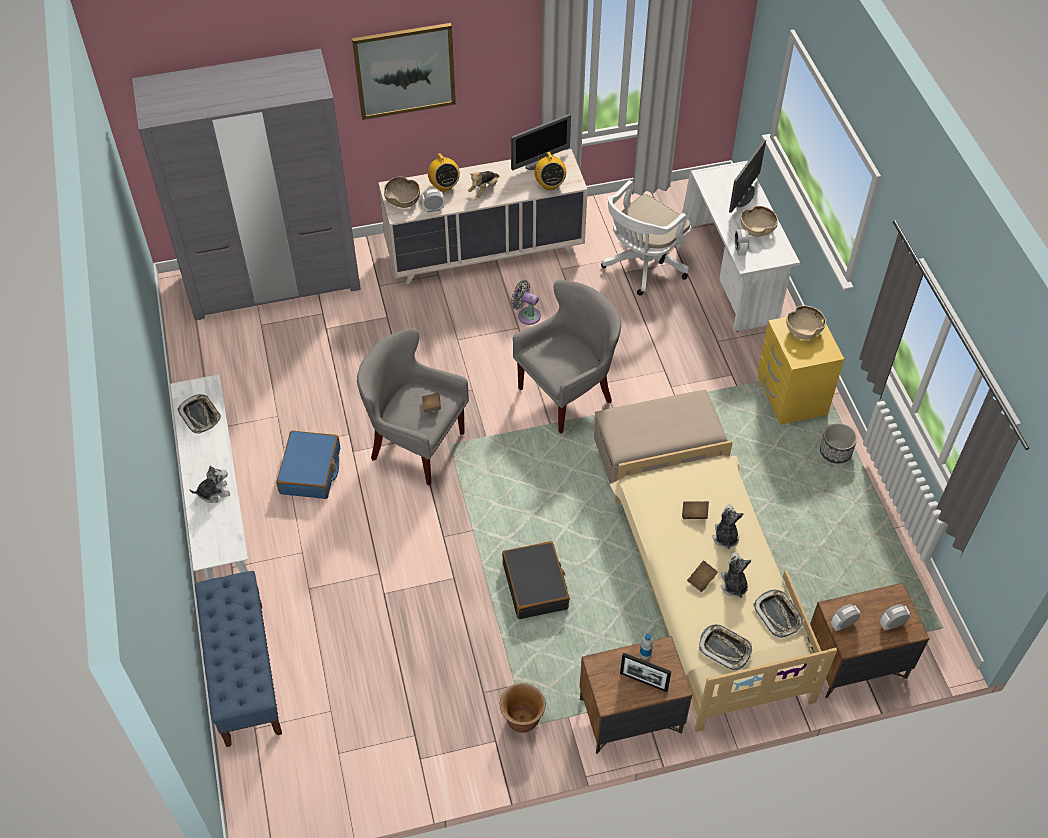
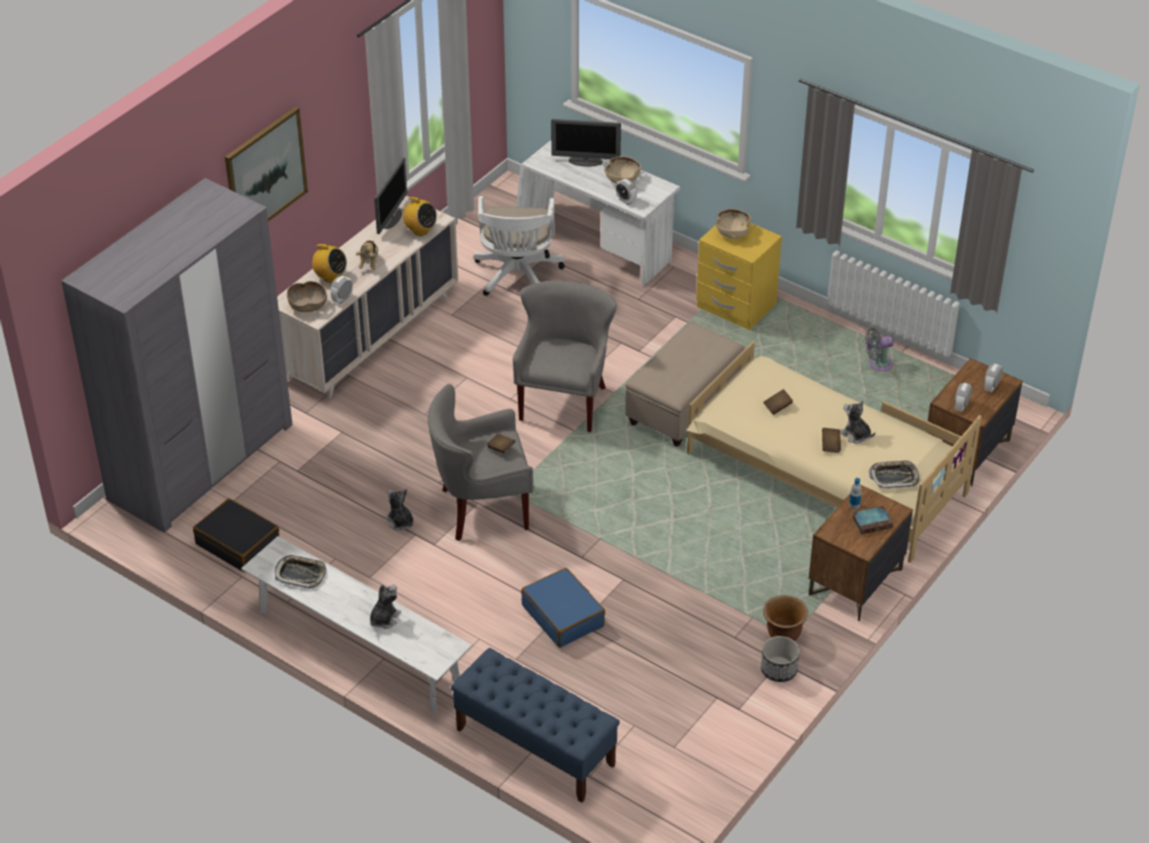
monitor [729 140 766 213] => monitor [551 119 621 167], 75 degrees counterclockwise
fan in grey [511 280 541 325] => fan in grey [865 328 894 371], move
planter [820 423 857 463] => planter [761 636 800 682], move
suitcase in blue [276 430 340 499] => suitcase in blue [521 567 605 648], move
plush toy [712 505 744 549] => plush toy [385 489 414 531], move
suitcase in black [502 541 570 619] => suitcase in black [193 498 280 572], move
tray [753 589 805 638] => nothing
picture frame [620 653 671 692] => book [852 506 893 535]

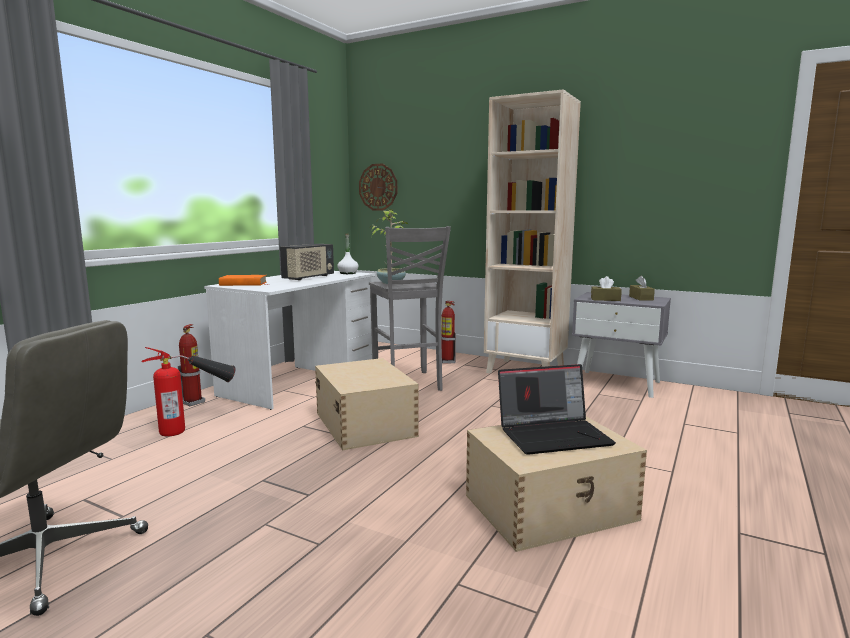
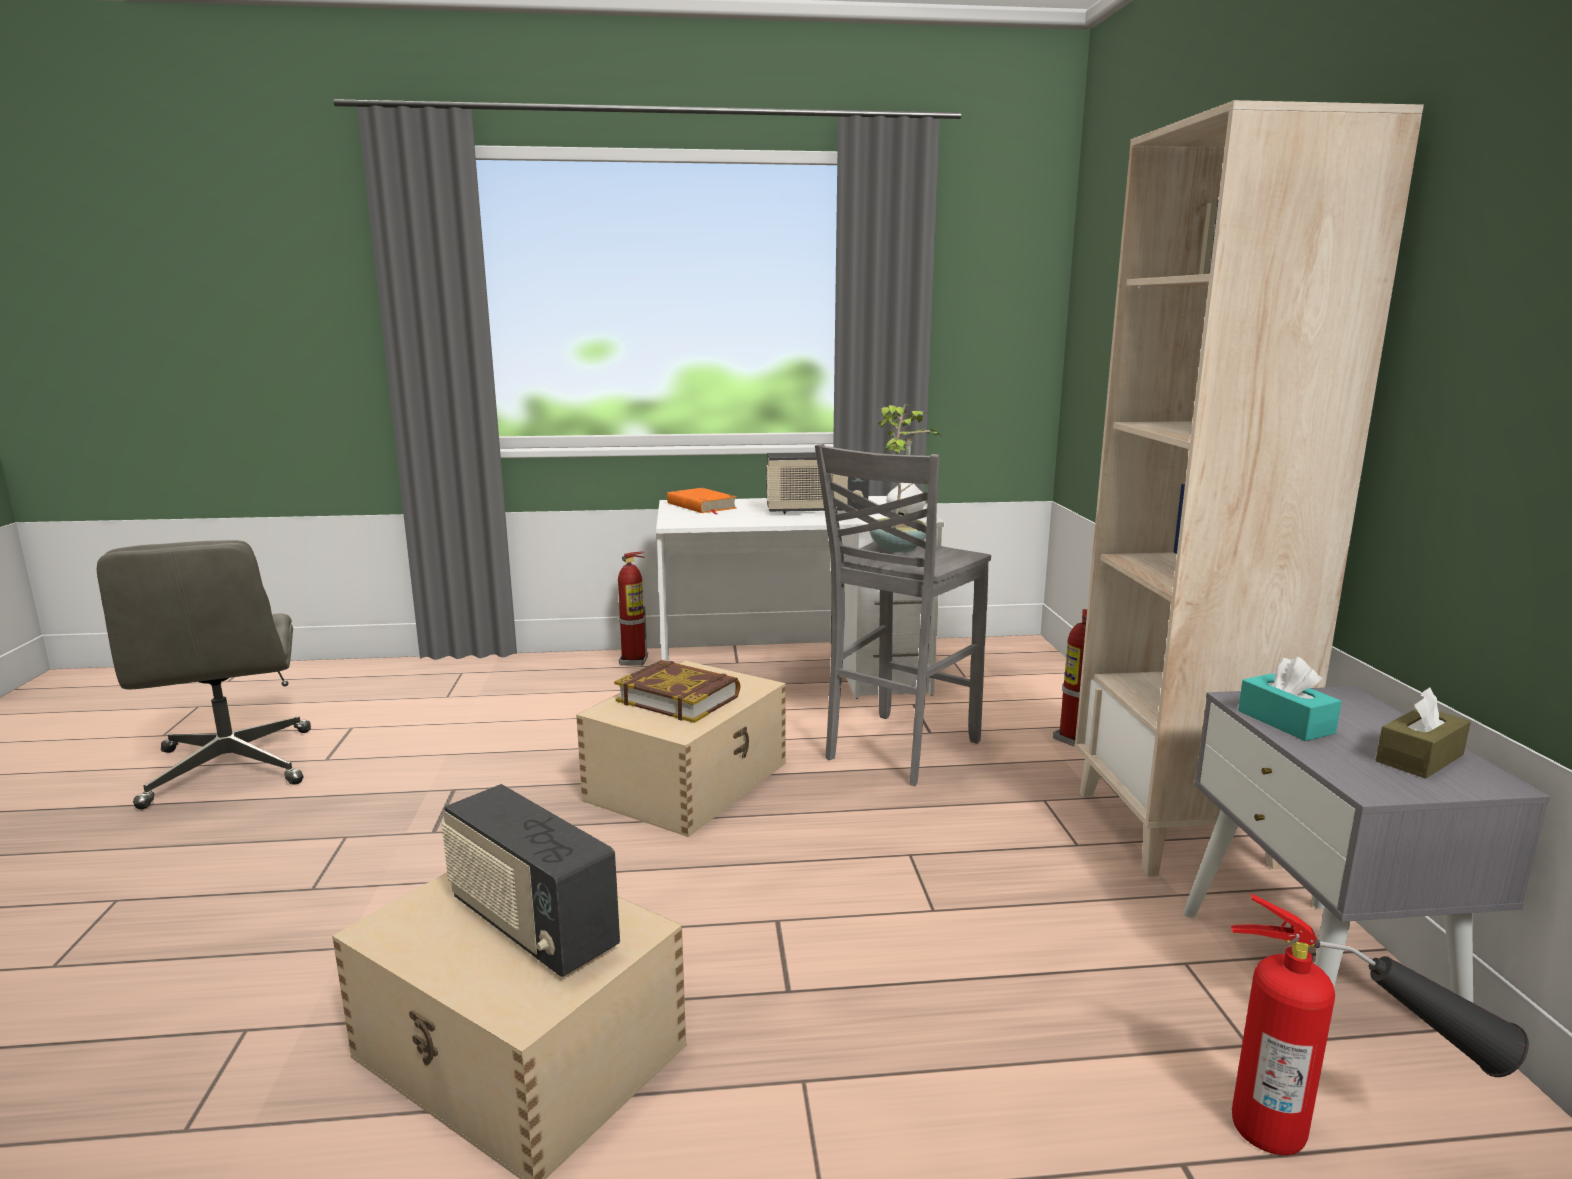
wall clock [359 164 397 211] => nothing
tissue box in brown [591 276 622 301] => tissue box in turquoise [1238 657 1342 741]
fire extinguisher [141 347 236 436] => fire extinguisher [1231 894 1529 1155], move
laptop [498 364 616 455] => radio [442 784 620 977]
nothing => book [614 660 740 723]

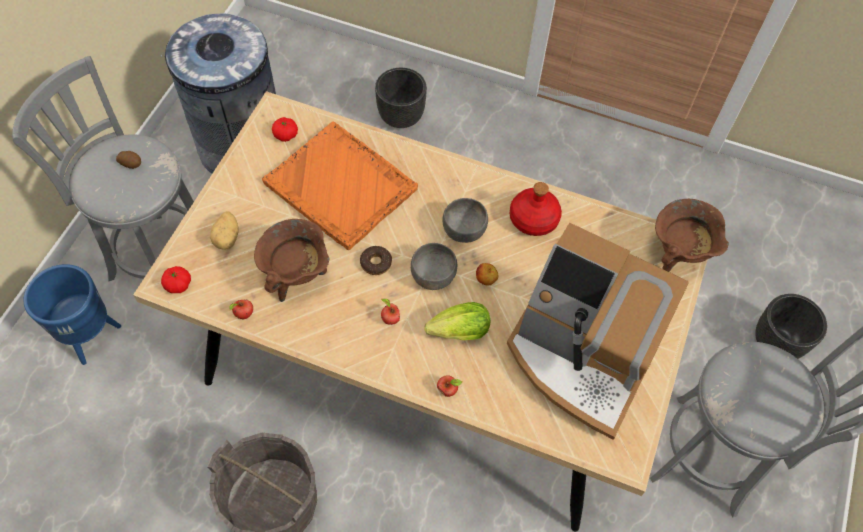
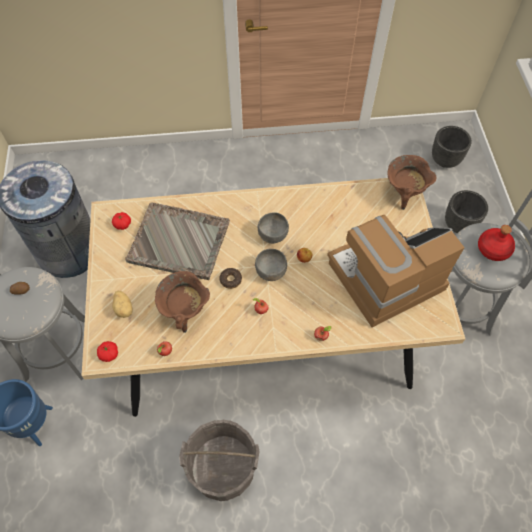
planter in black [375 68 427 128] => planter in black [432 126 472 168], move
tray in orange [262 122 418 250] => tray in grey [125 202 230 280]
bottle in red [510 182 562 236] => bottle in red [478 225 515 261], move
coffee machine [507 223 689 440] => coffee machine [327 215 465 327], 150 degrees clockwise
lettuce [424 302 490 340] => nothing

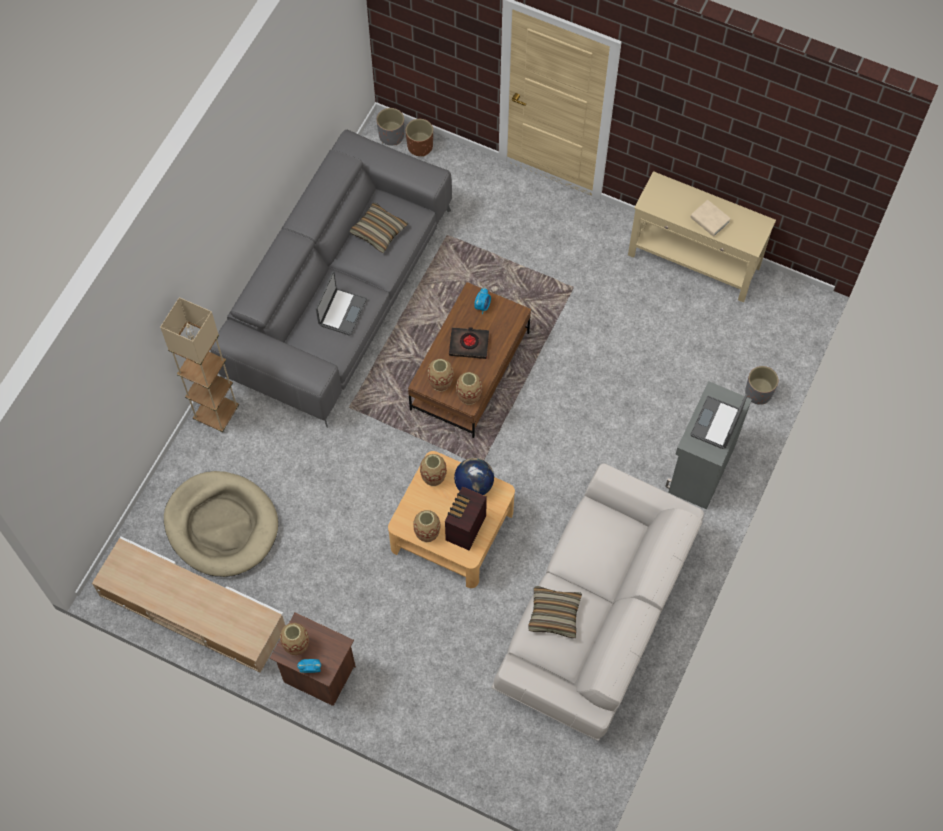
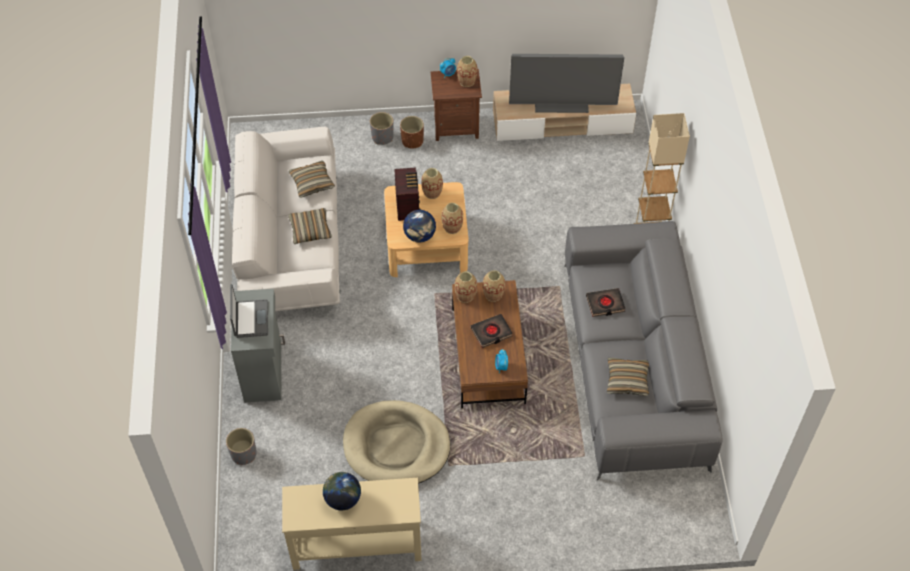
planter in grey [377 108 404 145] => planter in grey [370 112 394 145], move
planter in brown [406 119 433 157] => planter in brown [400 116 424 148], move
book in beige [690 200 731 237] => globe [323 472 361 510]
laptop [316 271 367 336] => book in black [586 288 625 317]
dog bed in beige [164 471 278 577] => dog bed in beige [343 400 450 484], move
nothing => television [509 54 624 113]
nothing => pillow [288 208 332 244]

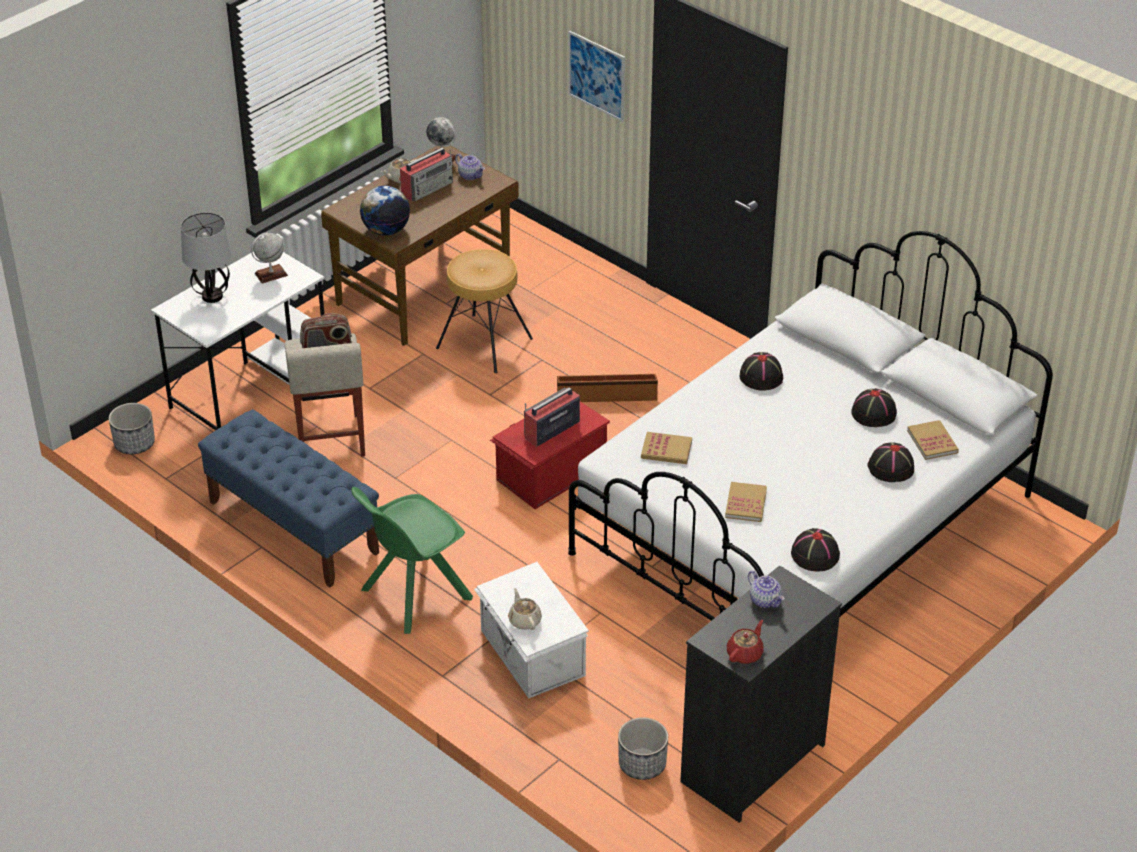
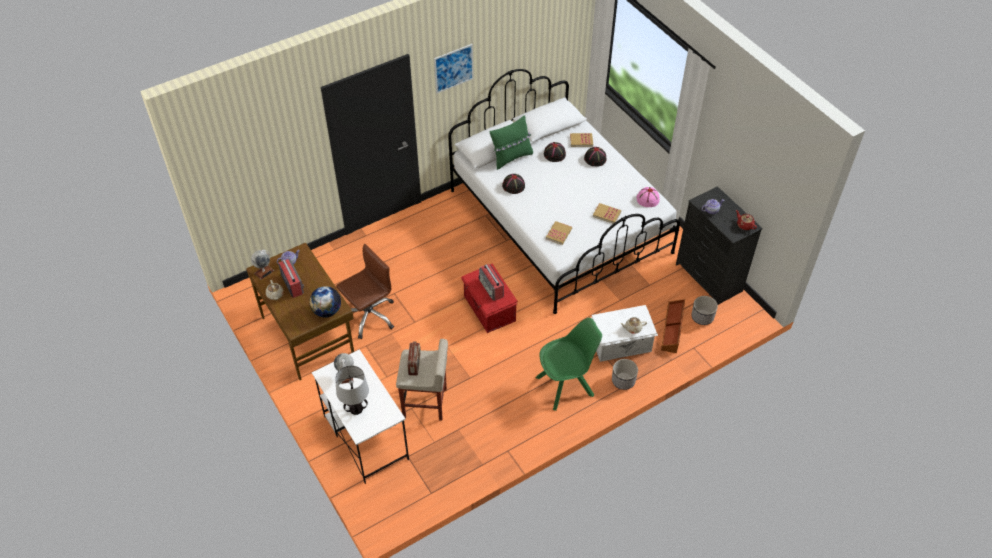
picture [568 31 625 122] => picture [434 44 473 94], move
stool in brown [436 249 533 373] => office chair in brown [336 244 394 339]
storage box in brown [557 374 658 402] => storage box in brown [661 299 685 353], move
planter [109 403 155 454] => planter [612 359 638 390], move
bench in blue [198 409 379 588] => nothing
chair in green [351 487 473 634] => chair in green [536 318 602 411], 90 degrees counterclockwise
hat in black [791 528 840 571] => hat in pink [636 187 660 207]
nothing => pillow in green [490 115 533 170]

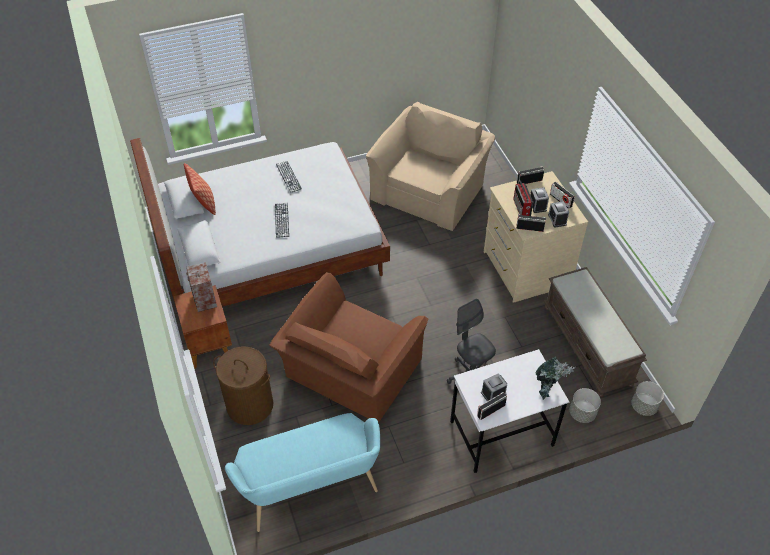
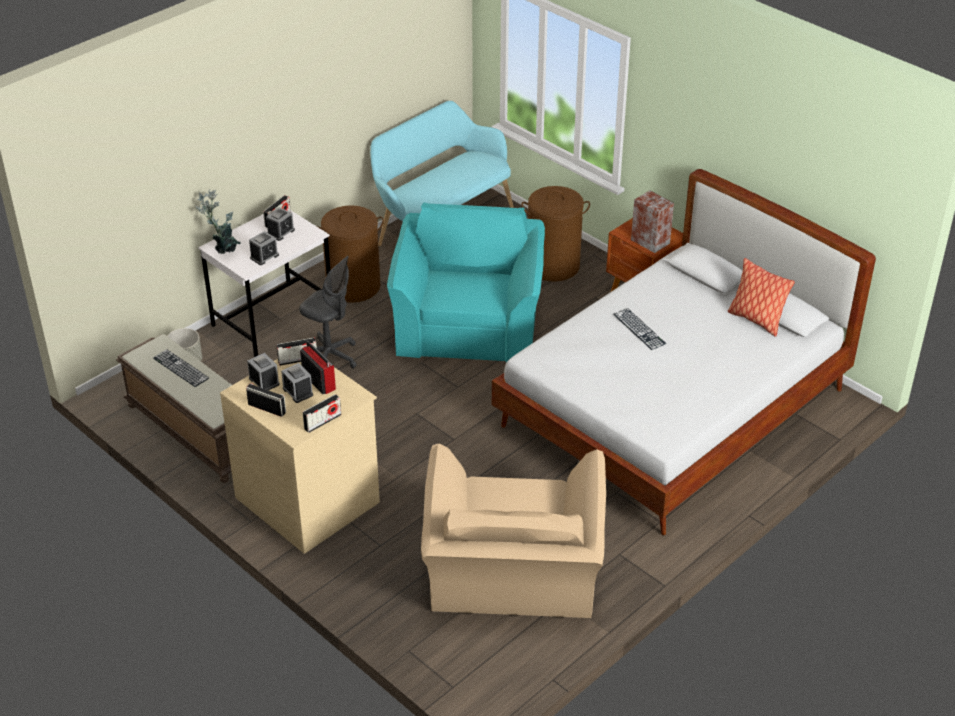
keyboard [276 161 302 193] => keyboard [153 349 209 387], move
armchair in brown [269 272 428 422] => armchair in turquoise [387 203 545 363]
planter in grey [632 381 664 416] => nothing
nothing => laundry basket in brown [317 205 384 303]
nothing => alarm clock [249 231 279 265]

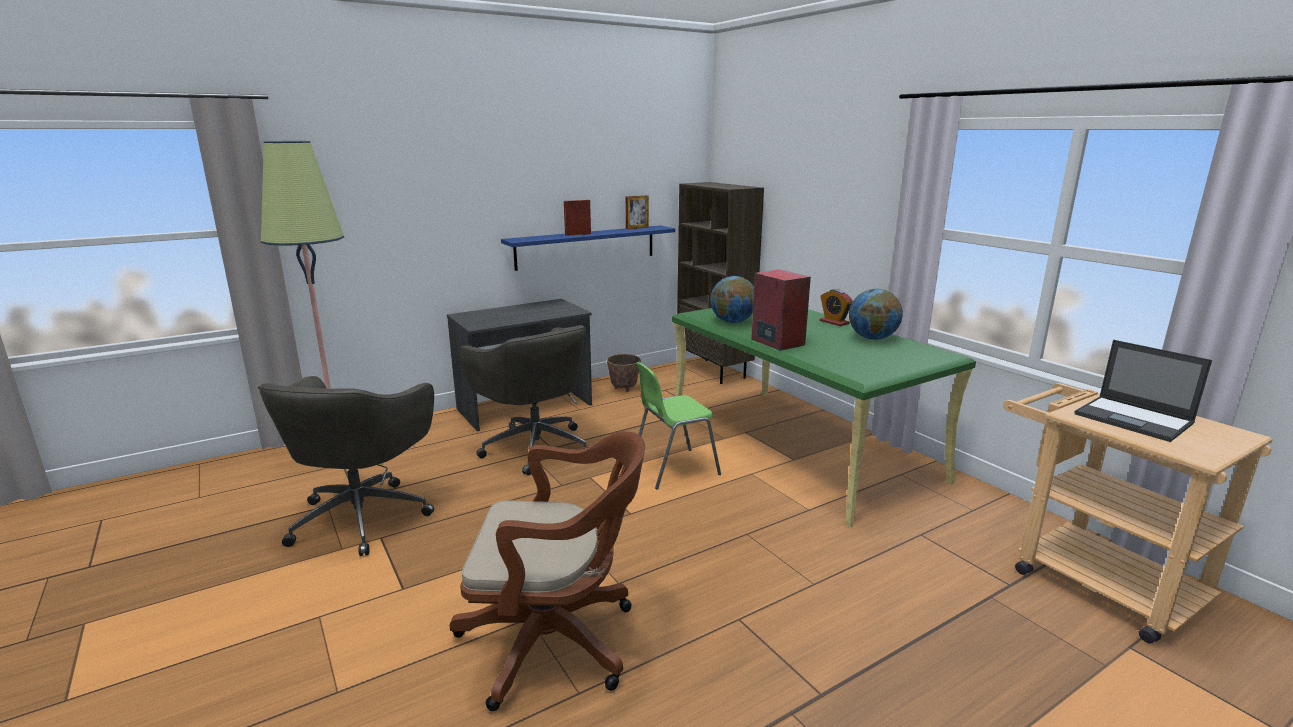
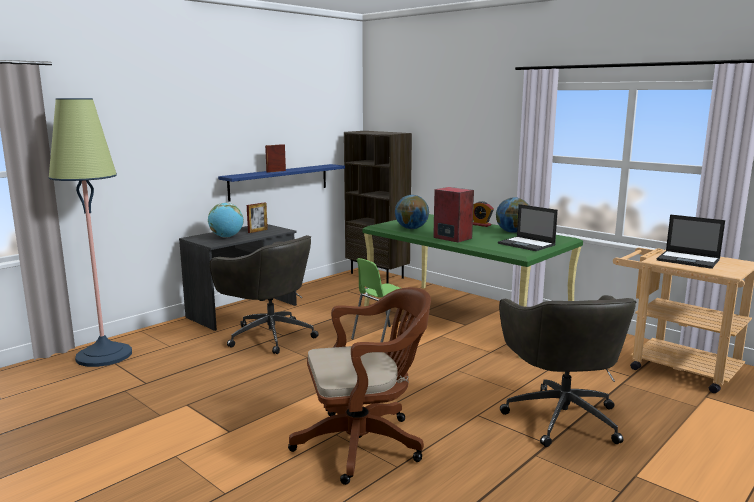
picture frame [626 195 649 229] => picture frame [247 202 268 233], move
planter [607 354 641 392] => nothing
office chair in grey [258 376 434 556] => office chair in grey [499 295 637 447], move
nothing => globe [208 203 244 238]
nothing => laptop [498 204 558 251]

